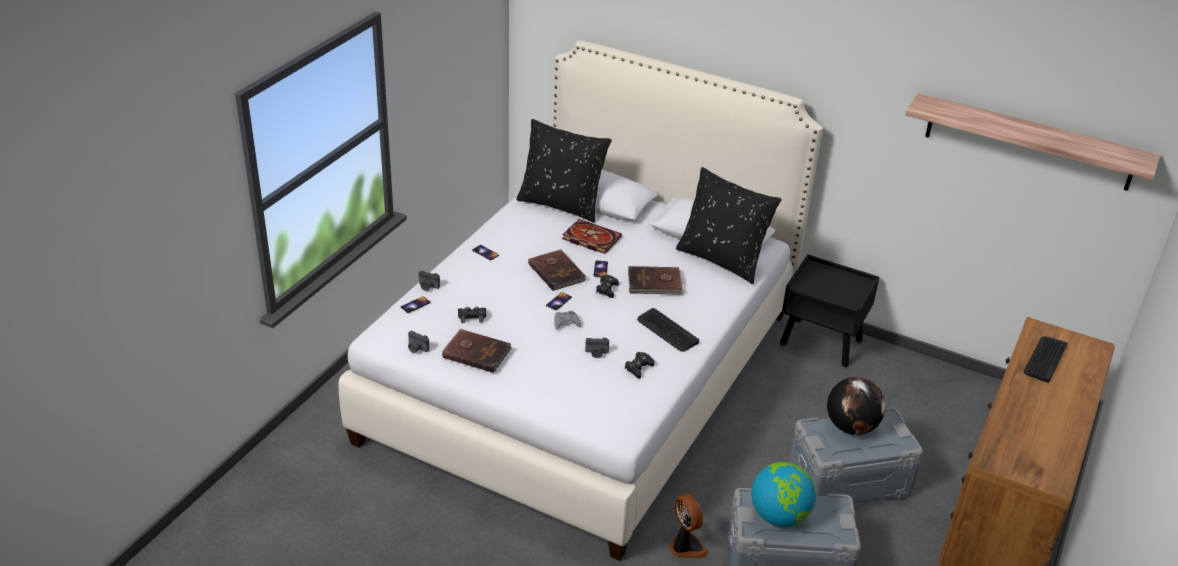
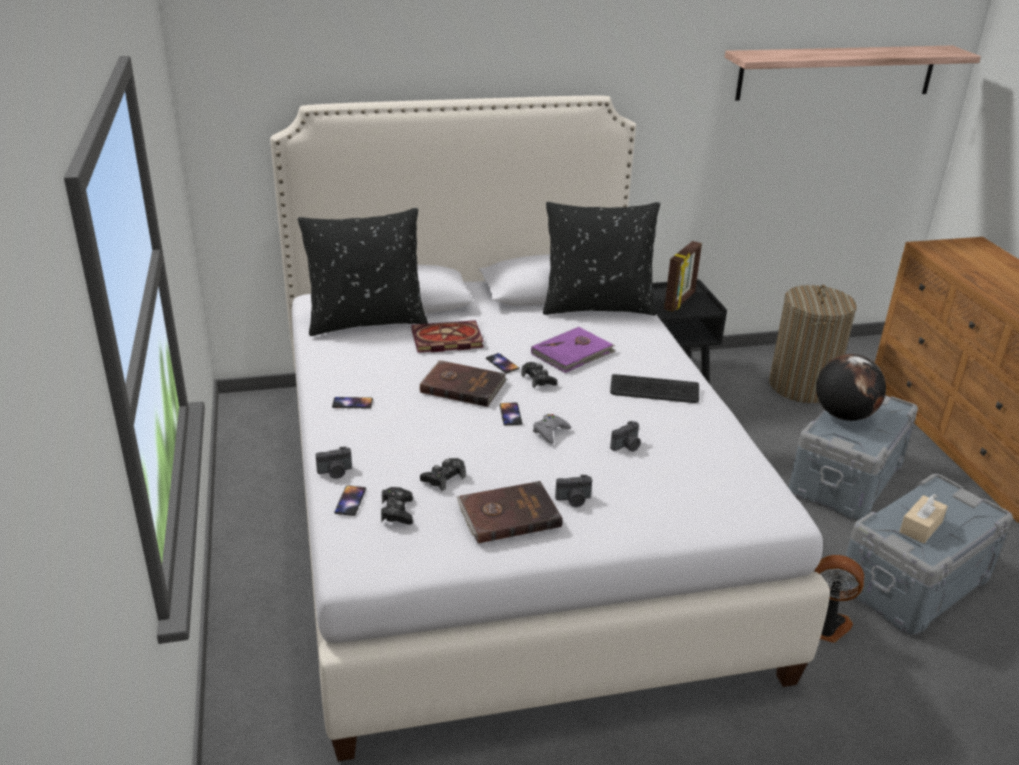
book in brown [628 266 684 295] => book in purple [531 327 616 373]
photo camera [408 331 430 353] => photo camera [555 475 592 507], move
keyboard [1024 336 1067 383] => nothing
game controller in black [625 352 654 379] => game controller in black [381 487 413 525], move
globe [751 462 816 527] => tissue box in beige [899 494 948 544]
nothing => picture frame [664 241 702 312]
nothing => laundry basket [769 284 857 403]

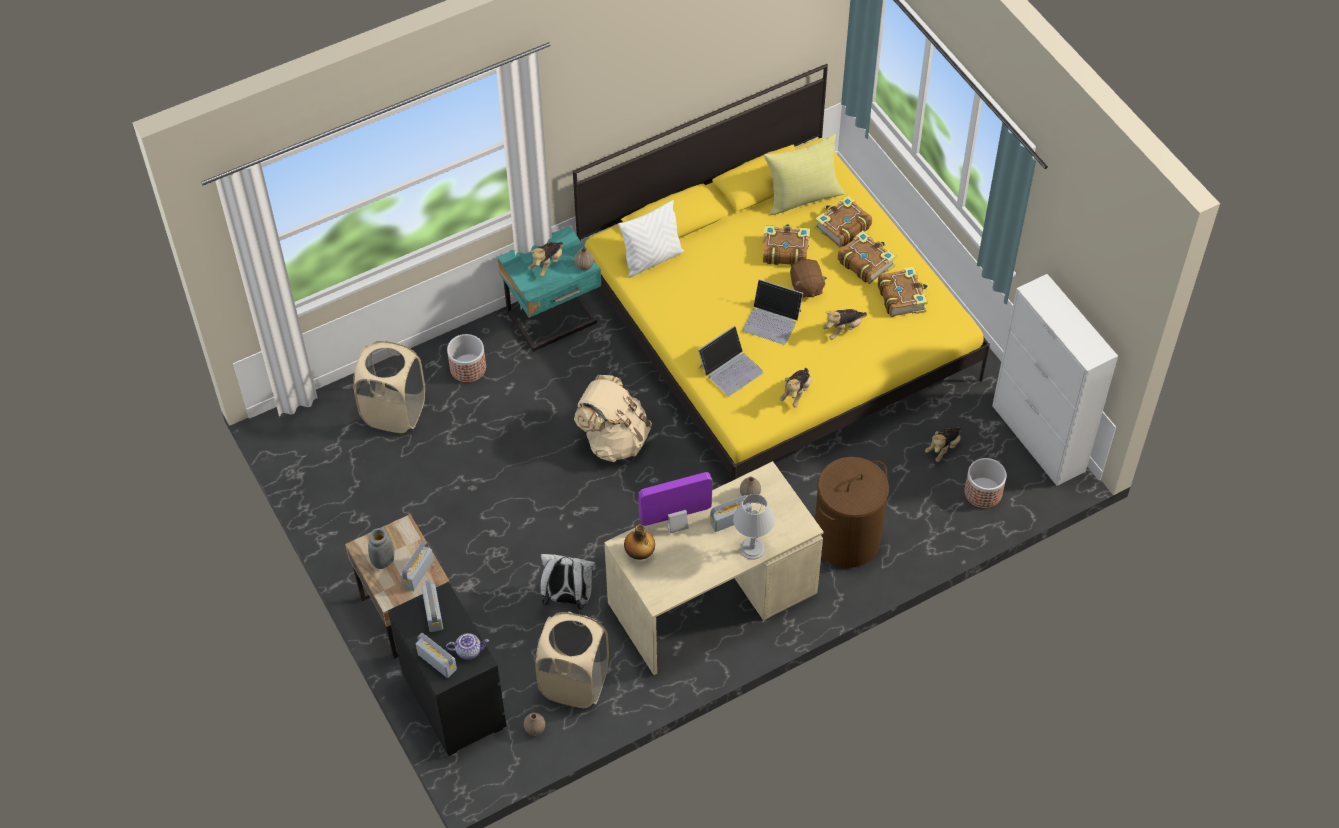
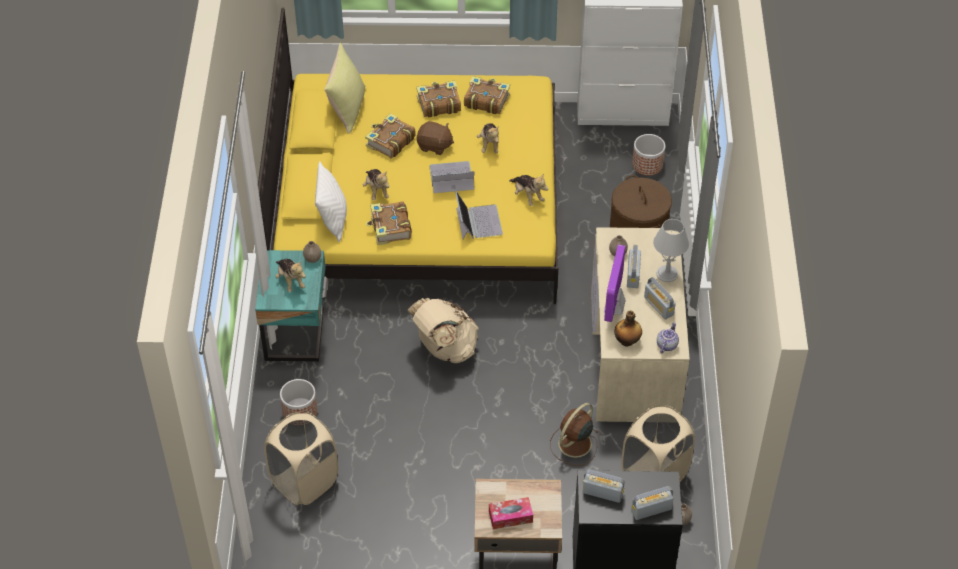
book [814 195 872 247] => book [366 201 412 245], move
laptop [742 279 803 345] => laptop [429 161 475 193], 150 degrees counterclockwise
plush toy [925 426 961 462] => plush toy [363 169 390 200], move
vase in grey [368 528 394 569] => tissue box [489 497 533 529]
radio [400 541 434 591] => radio [644 277 676 320], move
backpack in white [540 554 596 609] => fan in brown [550 403 598 466]
teapot [446 633 489 660] => teapot [657 322 679 354], move

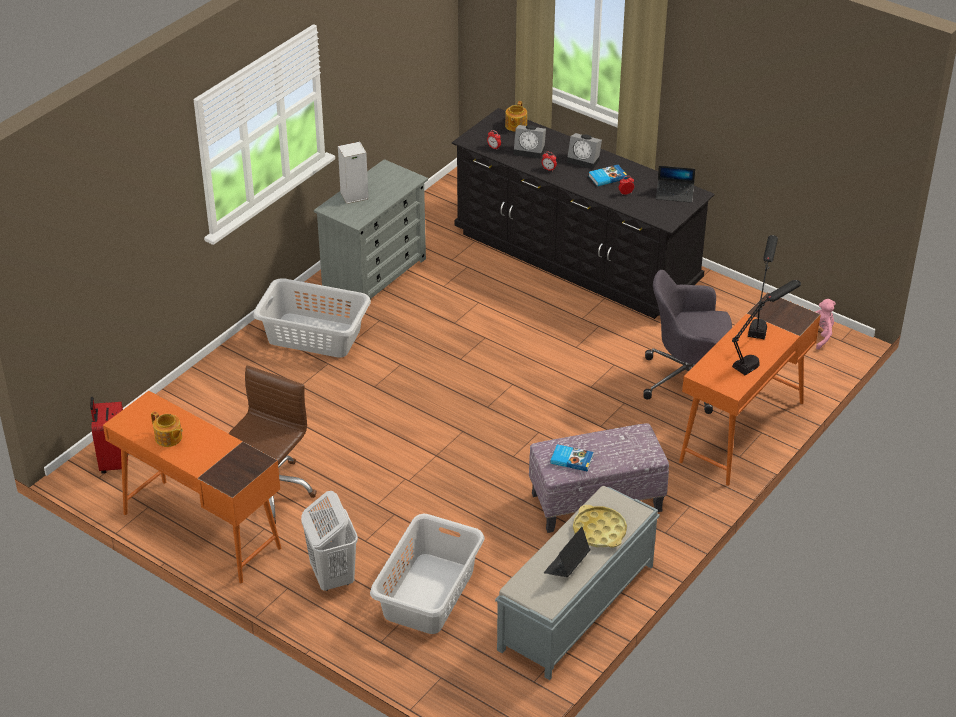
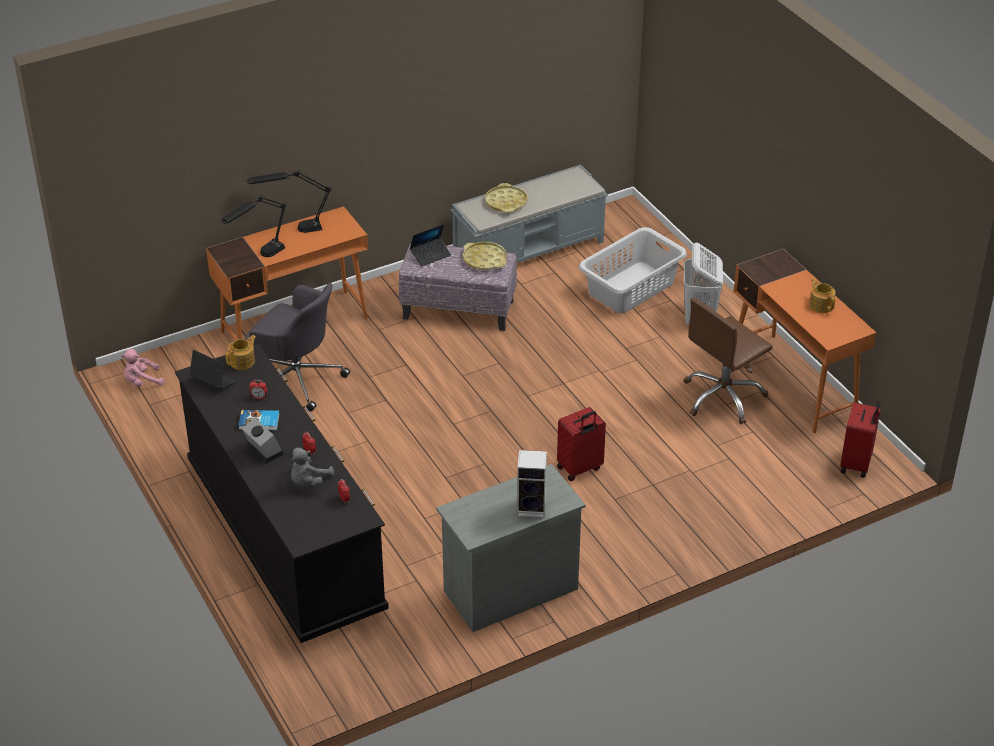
teapot [505 101 527 132] => teapot [225 335 256 370], move
alarm clock [513 125 546 159] => plush toy in grey [291 448 334 487]
laundry basket in grey [253 278 371 358] => nothing
book [551 444 593 471] => tray in yellow [463 242 507 270]
laptop [544 527 590 577] => laptop [410 224 451 267], move
nothing => suitcase in red [557 407 606 481]

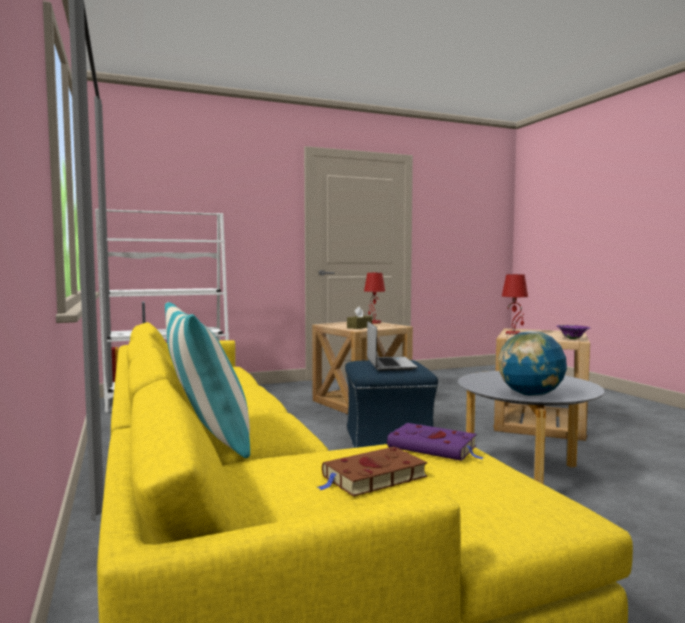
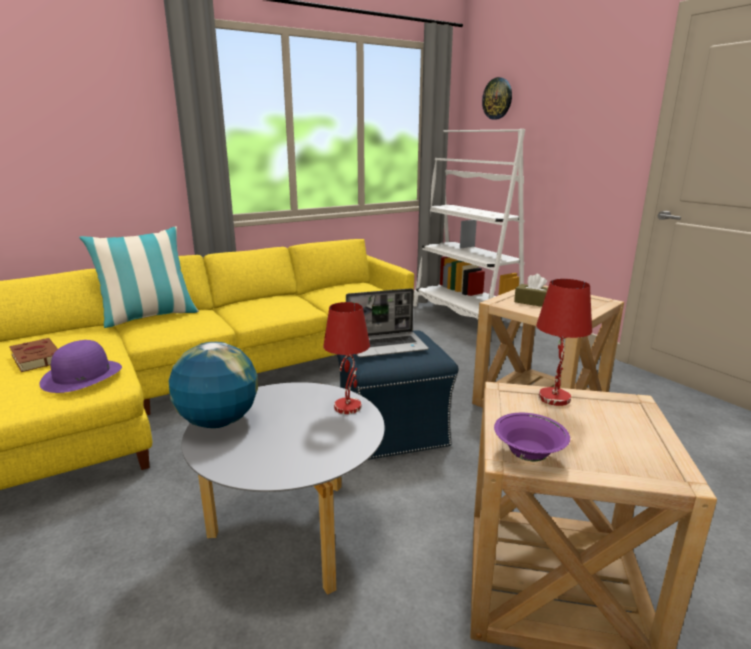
table lamp in red [364 273 385 324] => table lamp in red [323 302 370 414], move
book in purple [387 423 485 461] => hat in purple [39 340 122 393]
nothing => wall clock [482 77 512 120]

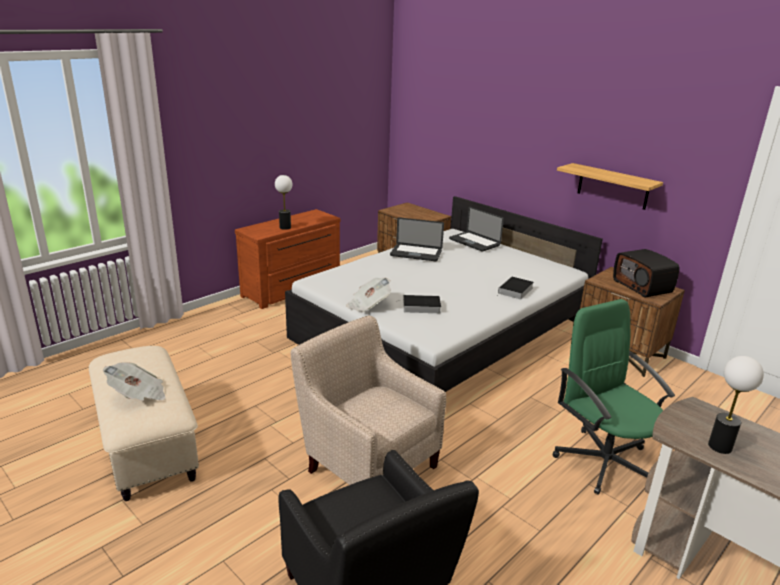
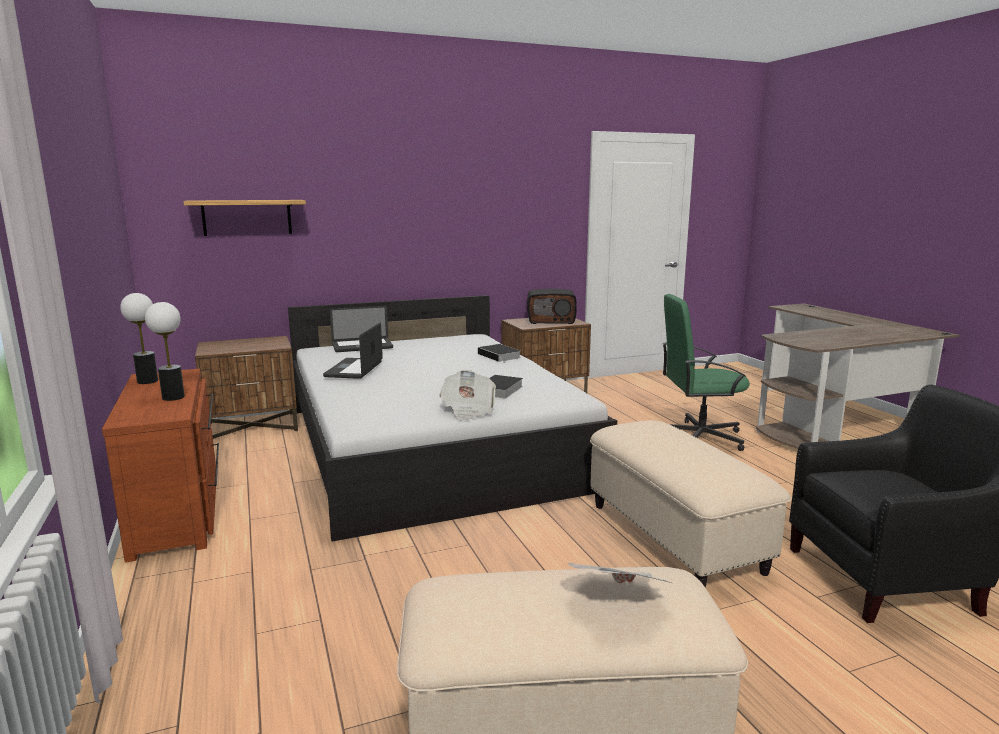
shelf [557 163 663 210] => shelf [183 200 306 236], move
laptop [390 217 444 261] => laptop [323 322 383 379], 150 degrees clockwise
armchair in beige [291 315 446 485] => ottoman in beige [590 420 791 588]
table lamp [708 356 764 454] => table lamp [120 293 158 384], move

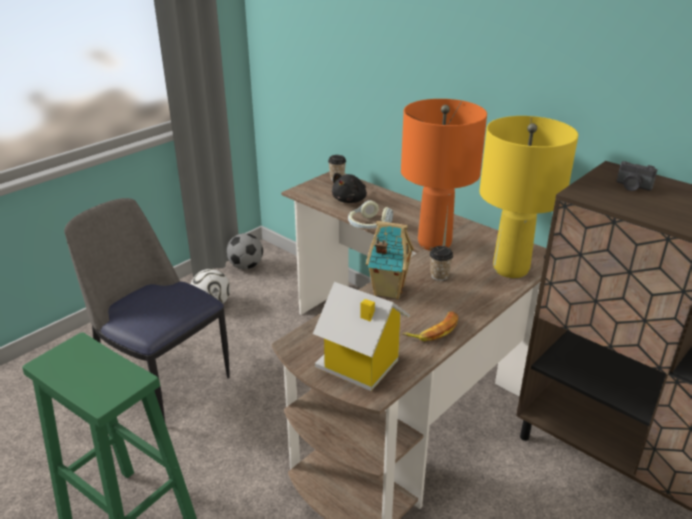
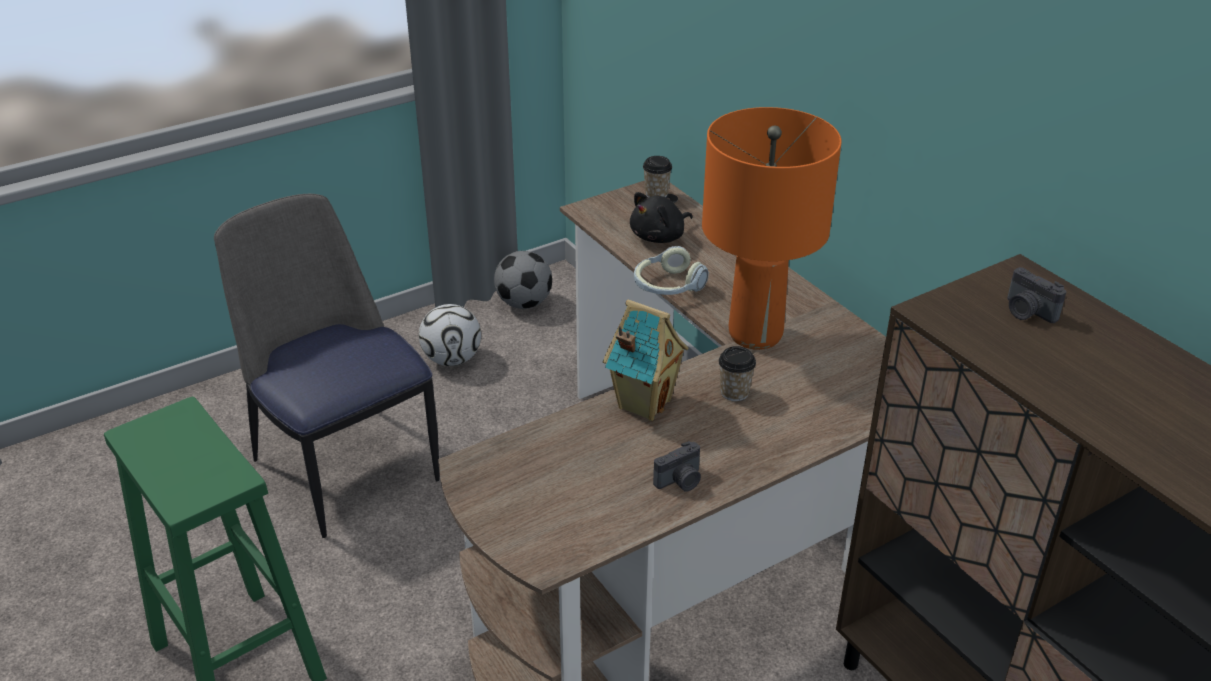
table lamp in yellow [479 116 578 278] => nothing
toy house [313 282 410 391] => nothing
banana [402 311 458 341] => photo camera [653 441 701 491]

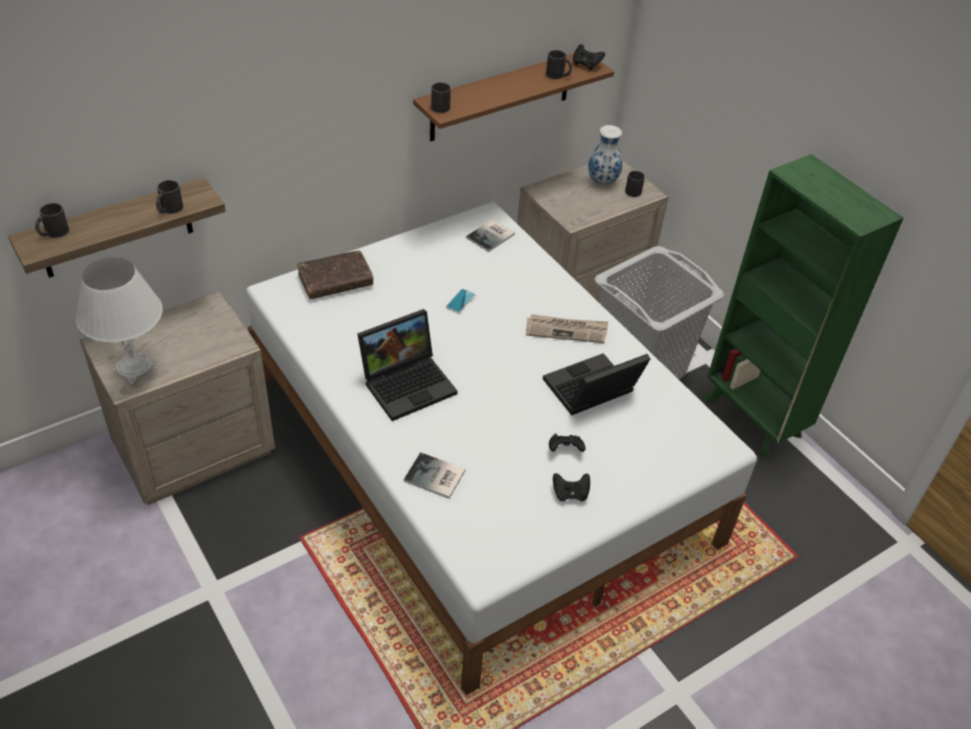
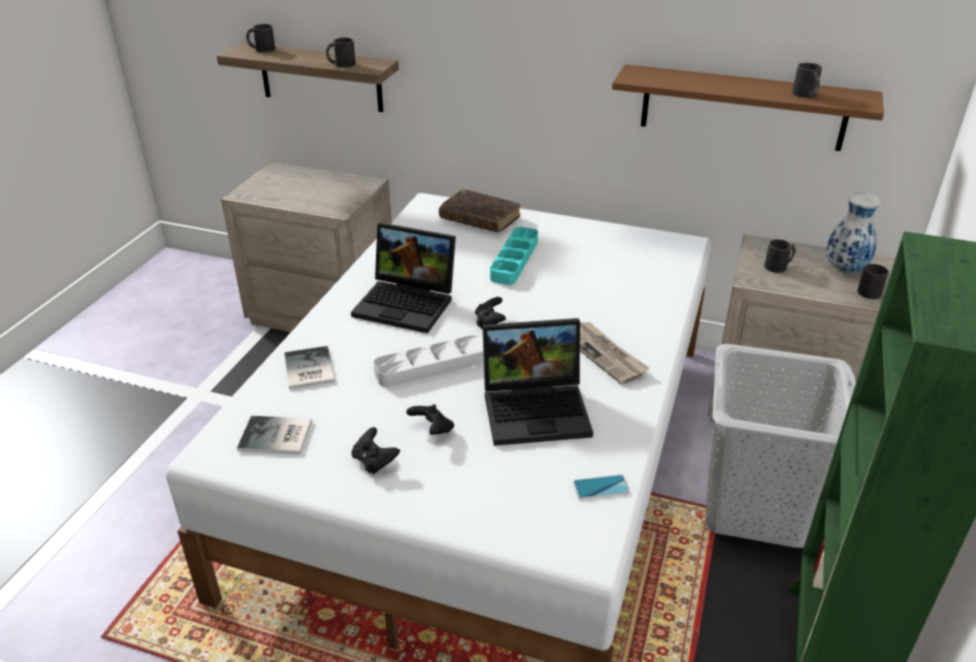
game controller in black [573 44 605 71] => game controller in black [475 297 506 329], move
mug in black [431 82 451 113] => mug in black [764 239 796 273], move
book [466 219 515 252] => book [237 416 312 454], move
table lamp in white [76 257 162 384] => nothing
phone [446 289 475 313] => phone [573 475 630 500], move
laptop [543 353 651 415] => laptop [482 318 593 446], 150 degrees clockwise
nothing => tray in turquoise [490 227 538 285]
nothing => tray in grey [374 335 484 387]

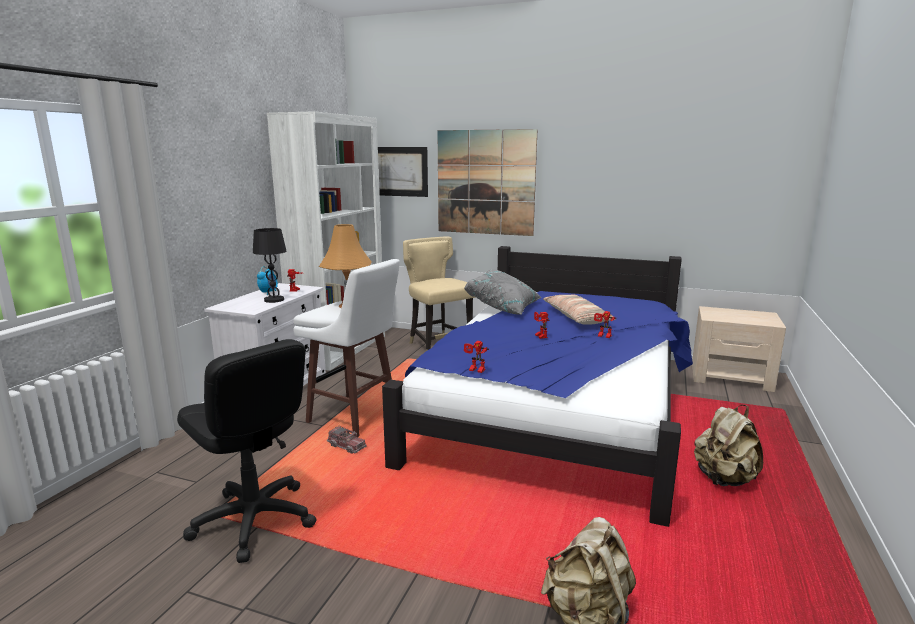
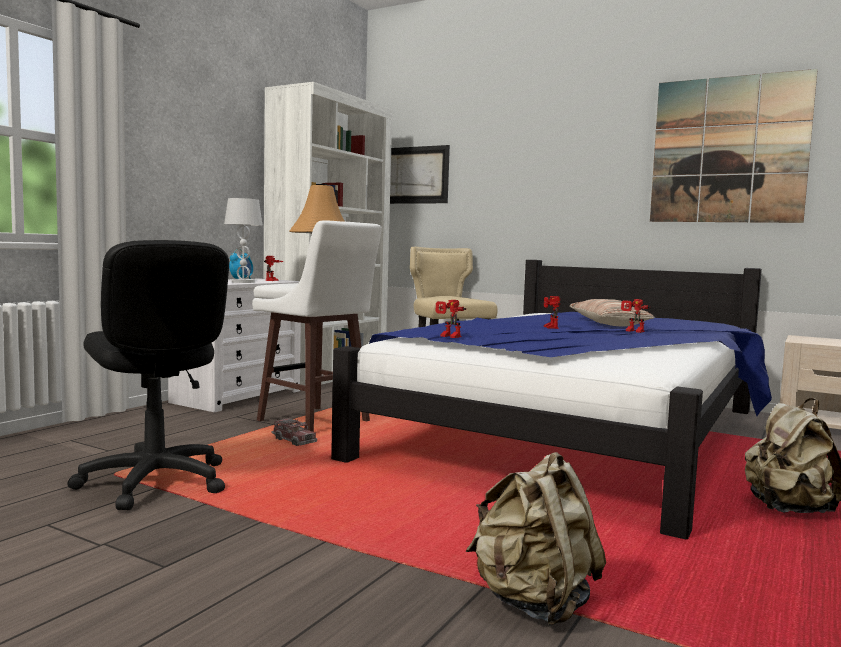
picture [437 129 538 236] => picture [650 69 818 223], move
table lamp in black [253 228 286 303] => table lamp in white [224 198 263 283]
pillow in grey [464 270 542 315] => nothing

